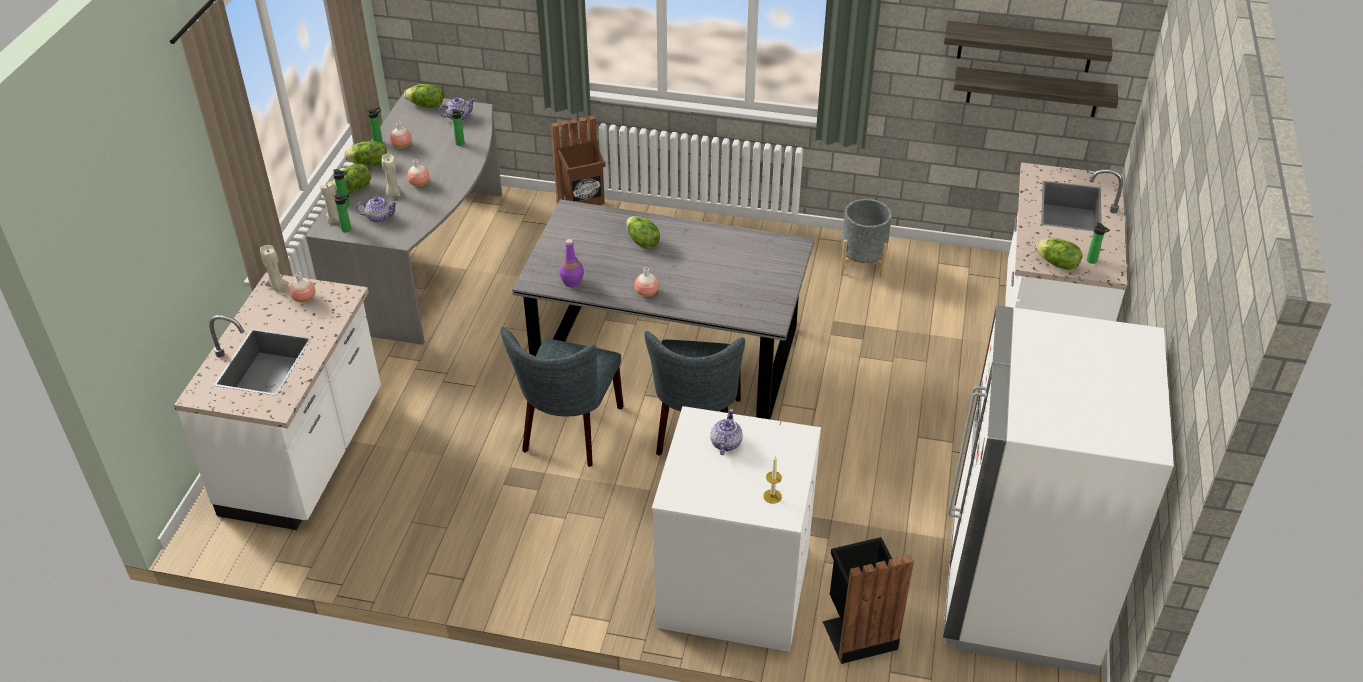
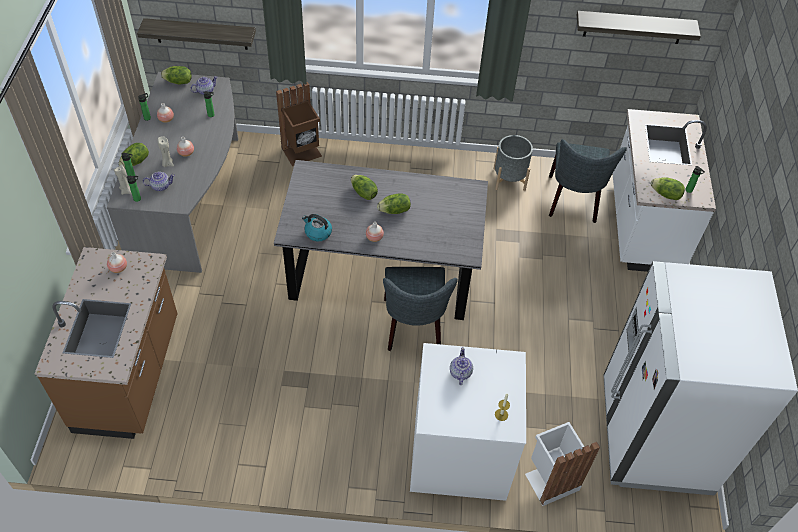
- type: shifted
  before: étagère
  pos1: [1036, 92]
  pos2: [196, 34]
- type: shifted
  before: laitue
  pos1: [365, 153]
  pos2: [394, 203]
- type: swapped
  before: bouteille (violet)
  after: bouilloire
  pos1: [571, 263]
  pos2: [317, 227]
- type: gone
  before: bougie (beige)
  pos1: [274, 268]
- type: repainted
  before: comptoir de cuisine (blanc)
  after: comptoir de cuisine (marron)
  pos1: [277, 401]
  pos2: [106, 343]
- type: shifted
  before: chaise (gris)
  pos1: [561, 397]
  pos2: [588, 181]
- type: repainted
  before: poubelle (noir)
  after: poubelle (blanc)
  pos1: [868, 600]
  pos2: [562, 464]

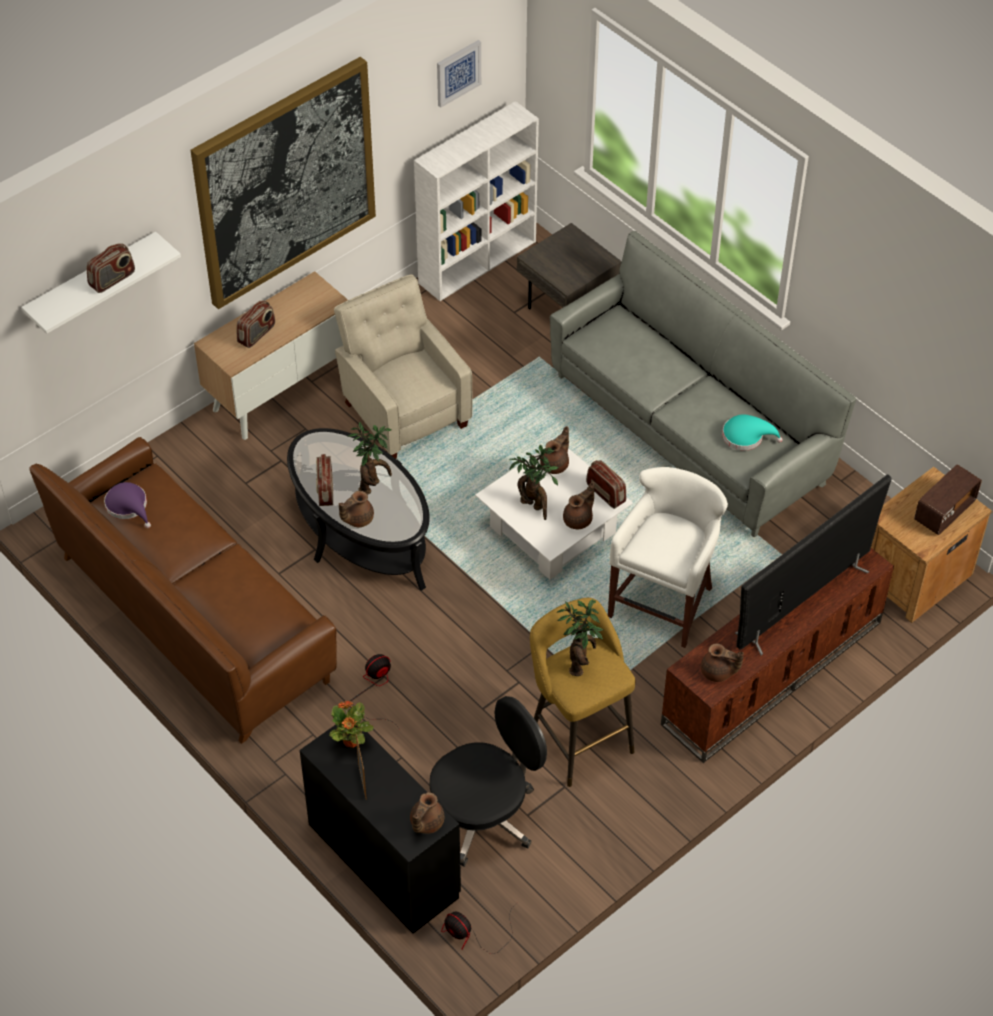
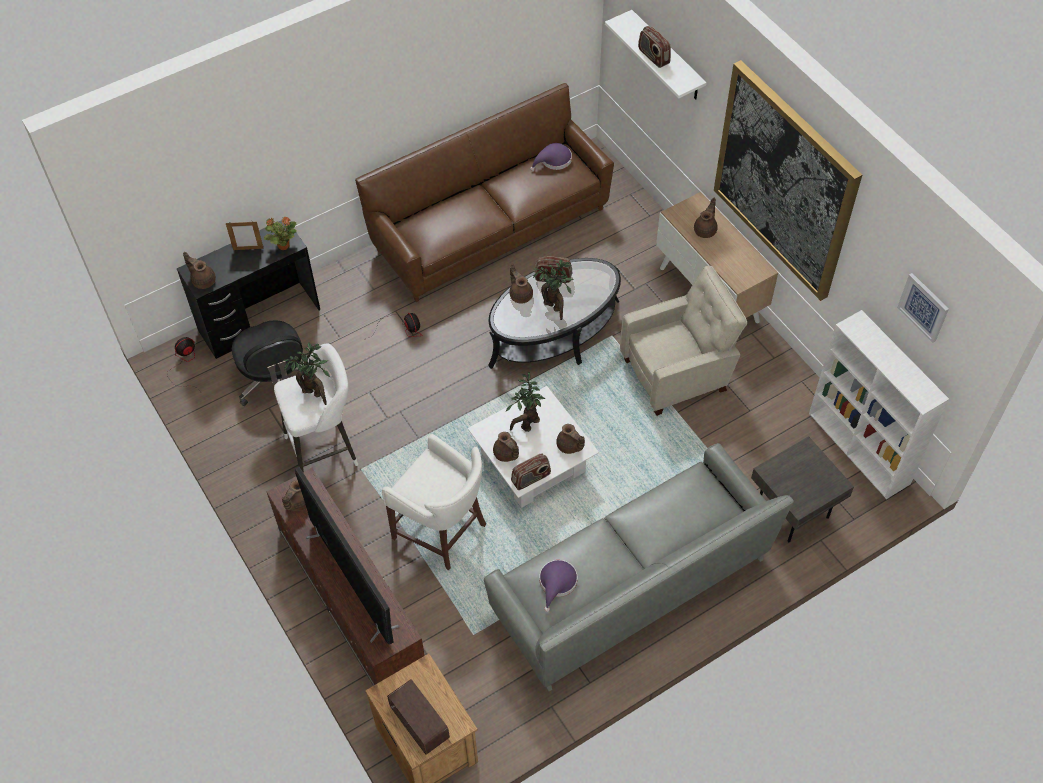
- type: swapped
  before: radio
  after: théière (marron)
  pos1: [256, 324]
  pos2: [706, 218]
- type: repainted
  before: chapeau (turquoise)
  after: chapeau (violet)
  pos1: [752, 432]
  pos2: [558, 586]
- type: repainted
  before: tabouret (jaune)
  after: tabouret (blanc)
  pos1: [582, 692]
  pos2: [316, 408]

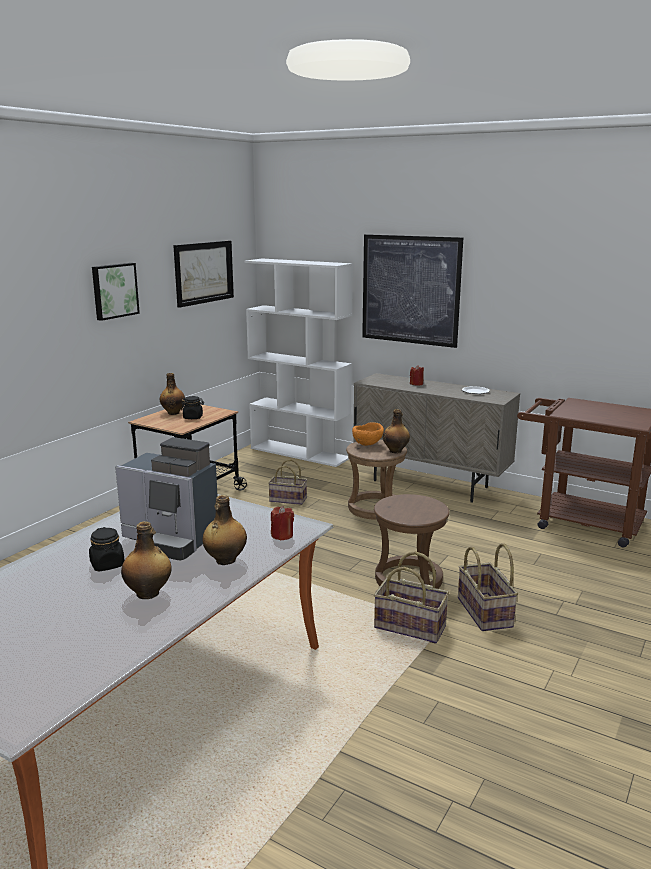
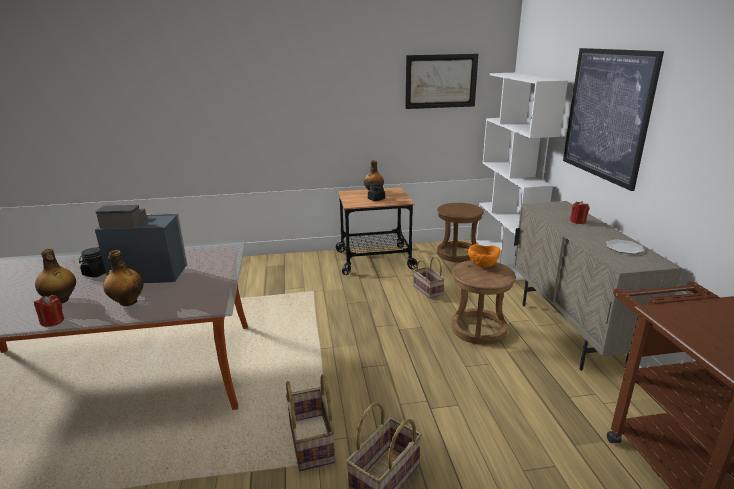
- type: gone
  before: tableau
  pos1: [116, 292]
- type: gone
  before: bouteille
  pos1: [396, 431]
- type: rotated
  before: machine à café
  pos1: [166, 498]
  pos2: [141, 244]
  turn: 105
- type: shifted
  before: tabouret (marron)
  pos1: [412, 541]
  pos2: [460, 233]
- type: shifted
  before: bougie (rouge)
  pos1: [282, 523]
  pos2: [49, 311]

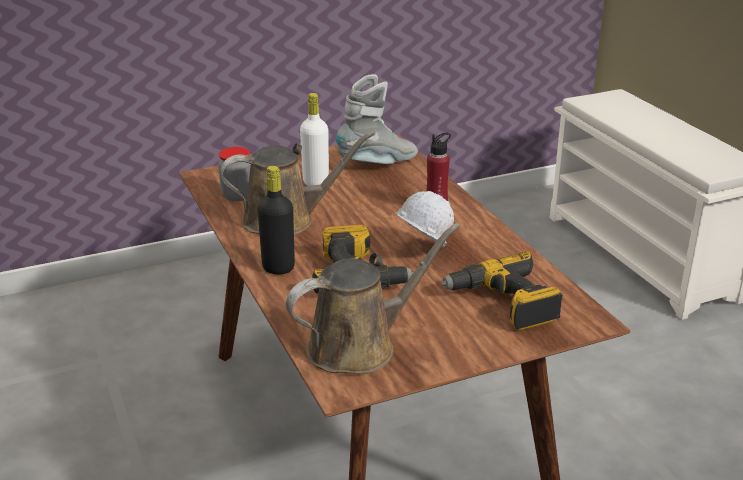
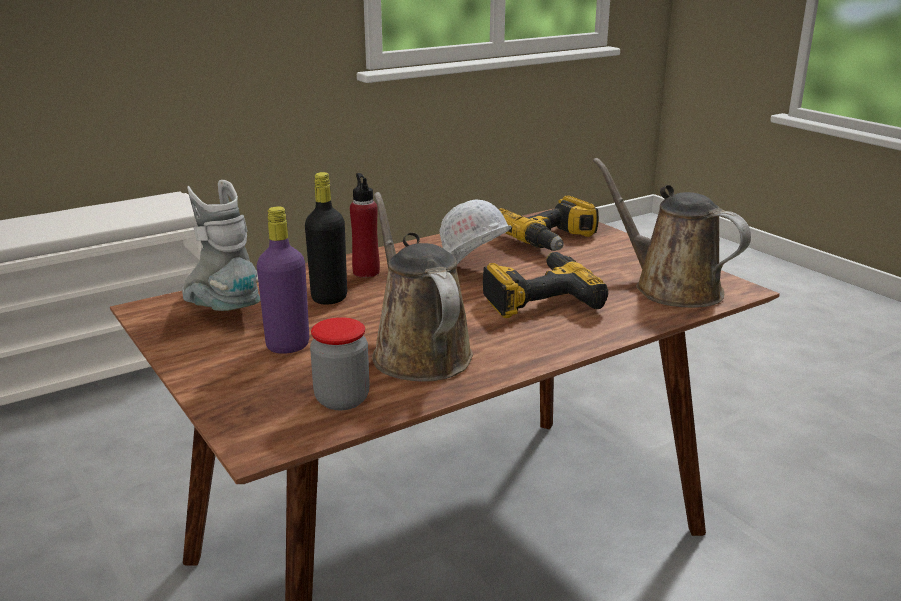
- type: repainted
  before: bouteille (blanc)
  after: bouteille (violet)
  pos1: [314, 139]
  pos2: [283, 280]
- type: shifted
  before: bouteille (noir)
  pos1: [276, 220]
  pos2: [326, 238]

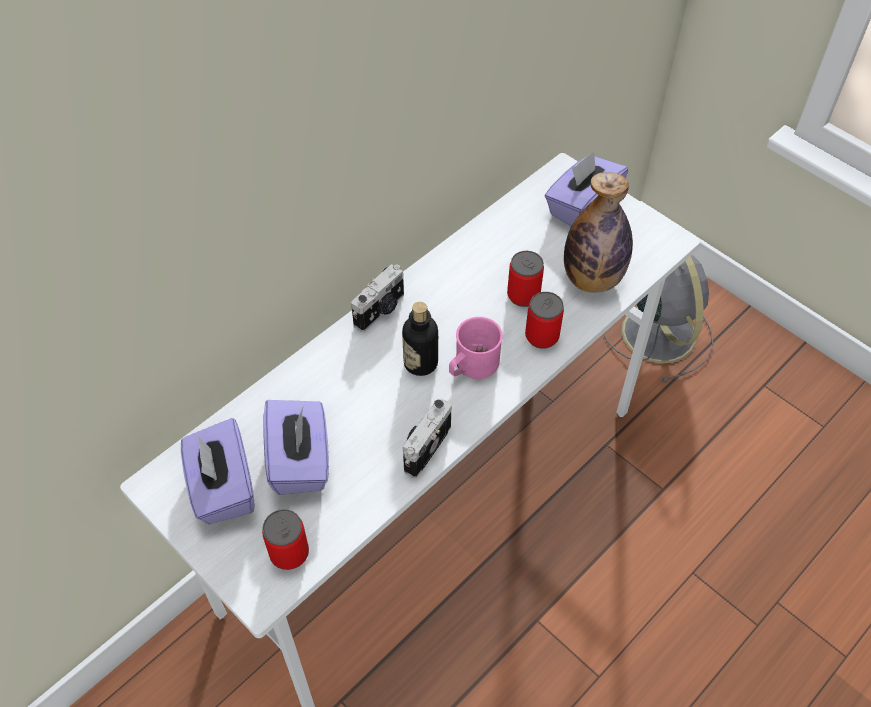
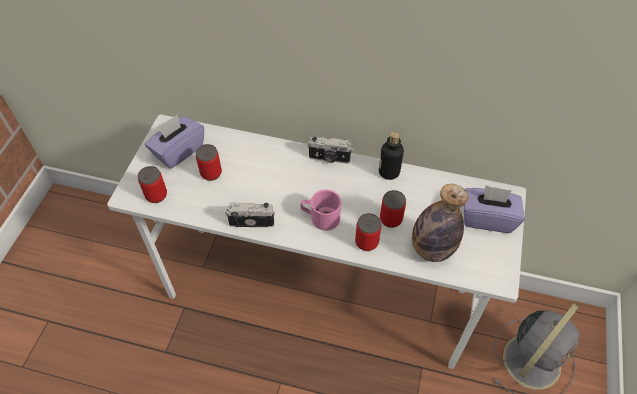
- type: shifted
  before: bouteille
  pos1: [420, 339]
  pos2: [391, 156]
- type: swapped
  before: boîte à mouchoirs (violet)
  after: boîte métallique
  pos1: [296, 447]
  pos2: [209, 162]

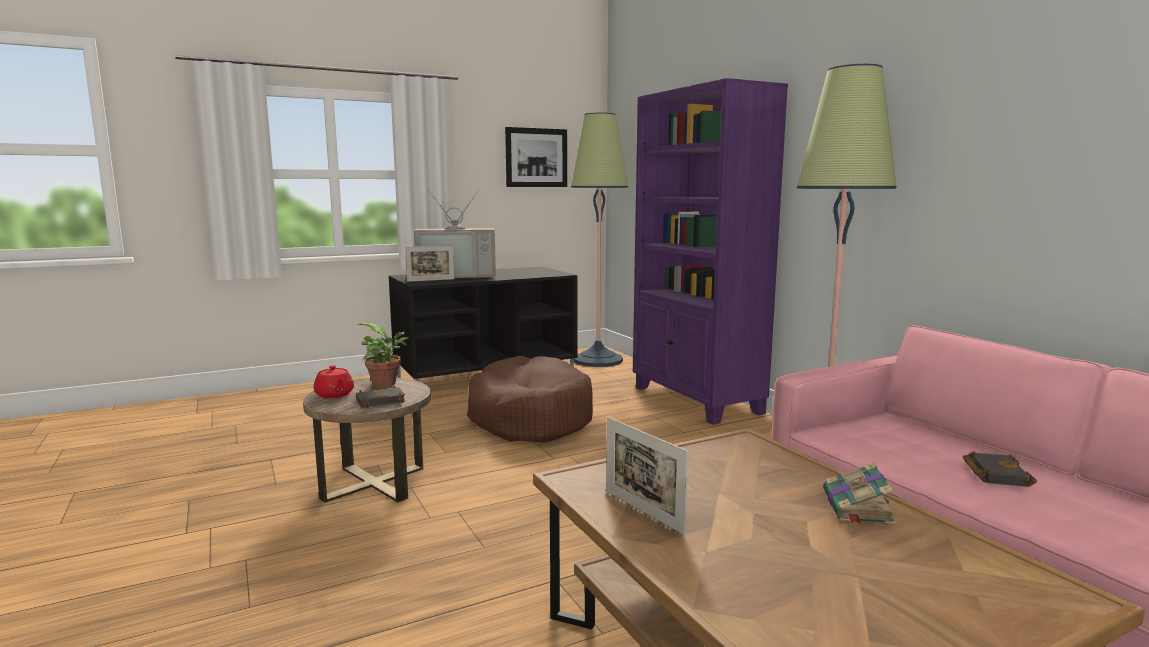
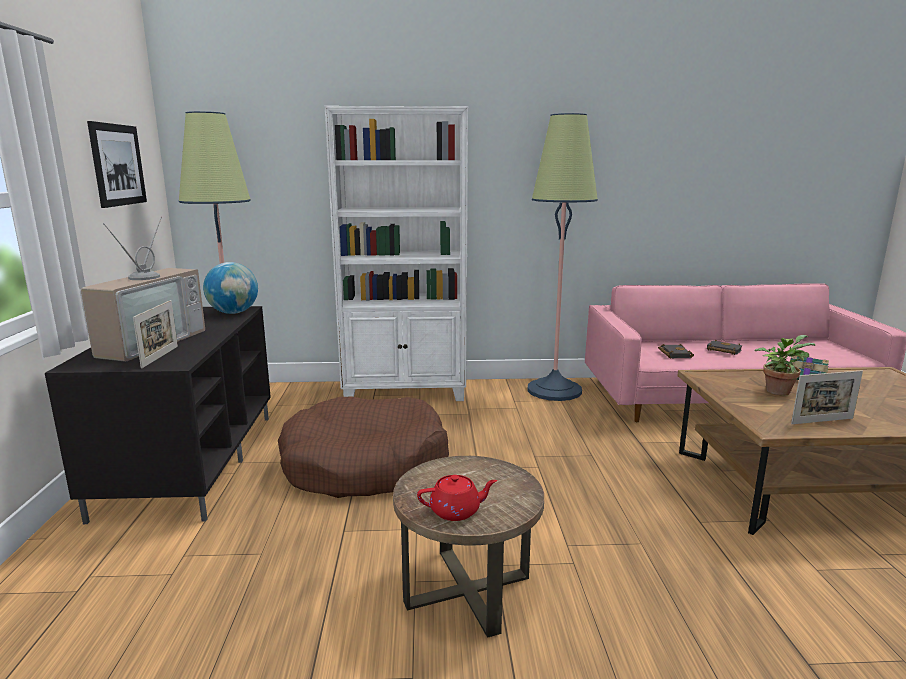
- type: repainted
  before: bibliothèque (violet)
  after: bibliothèque (blanc)
  pos1: [710, 251]
  pos2: [396, 253]
- type: shifted
  before: plante en pot
  pos1: [383, 355]
  pos2: [784, 365]
- type: shifted
  before: livre (noir)
  pos1: [381, 397]
  pos2: [676, 351]
- type: new
  after: globe
  pos2: [230, 288]

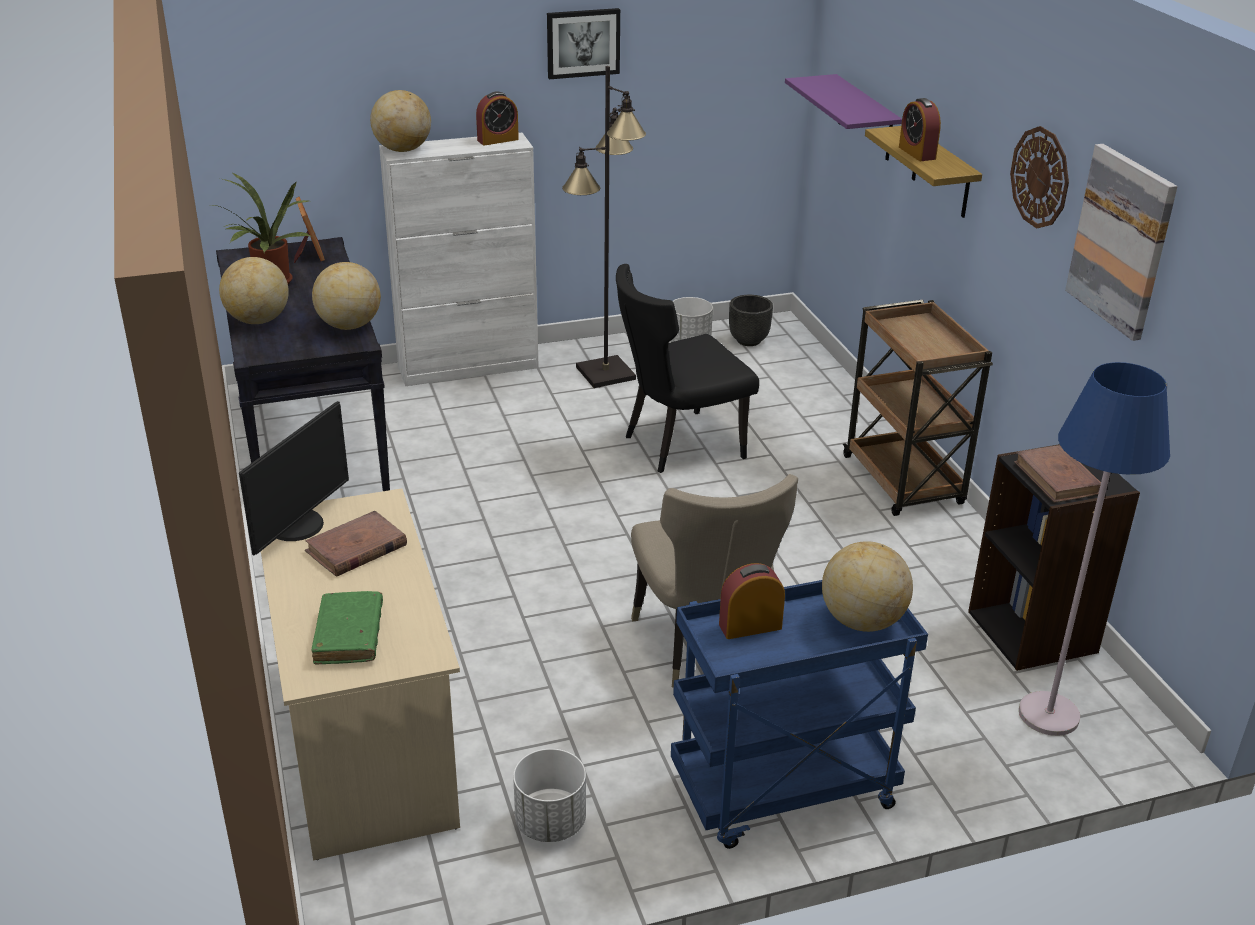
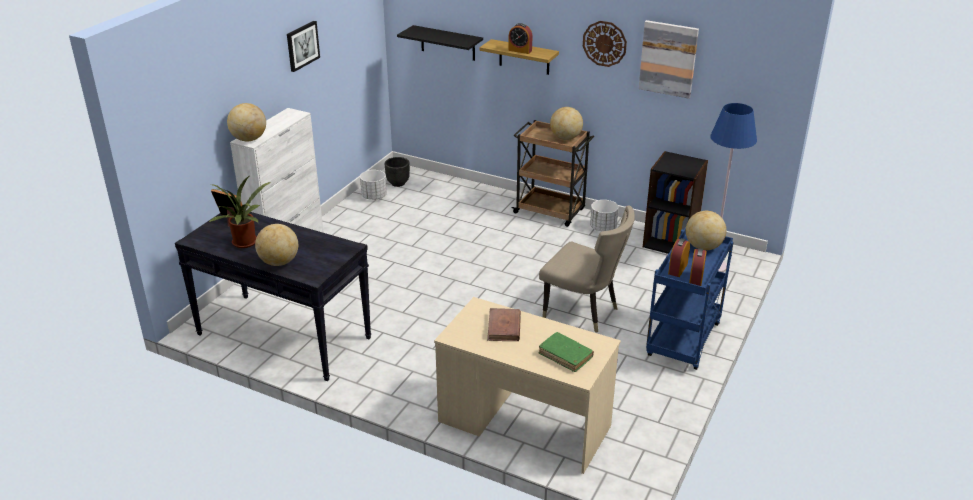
- type: gone
  before: lampadaire (noir)
  pos1: [604, 227]
- type: repainted
  before: étagère (violet)
  after: étagère (noir)
  pos1: [843, 117]
  pos2: [440, 43]
- type: shifted
  before: réveil
  pos1: [497, 118]
  pos2: [698, 267]
- type: shifted
  before: globe
  pos1: [346, 296]
  pos2: [566, 123]
- type: gone
  before: chaise (noir)
  pos1: [687, 368]
- type: gone
  before: écran d'ordinateur
  pos1: [294, 478]
- type: gone
  before: livre (marron)
  pos1: [1057, 474]
- type: shifted
  before: cache-pot (blanc)
  pos1: [549, 795]
  pos2: [604, 215]

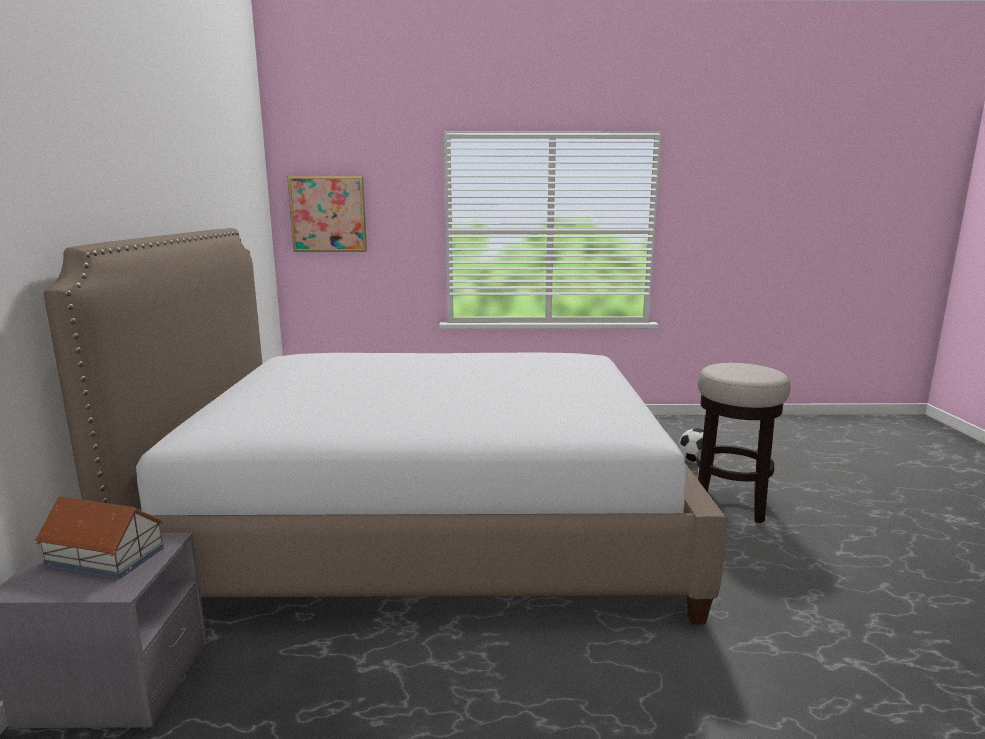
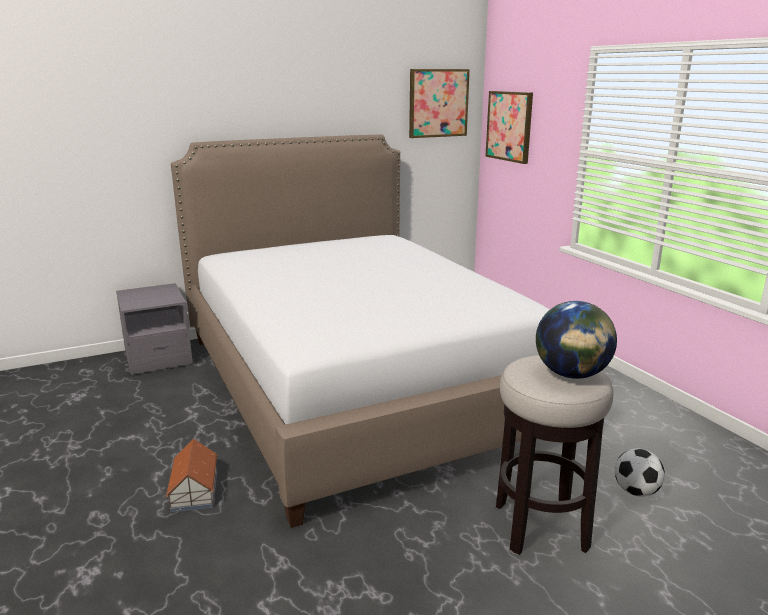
- type: shifted
  before: maison miniature
  pos1: [99, 538]
  pos2: [191, 475]
- type: new
  after: tableau
  pos2: [439, 103]
- type: new
  after: globe
  pos2: [576, 340]

